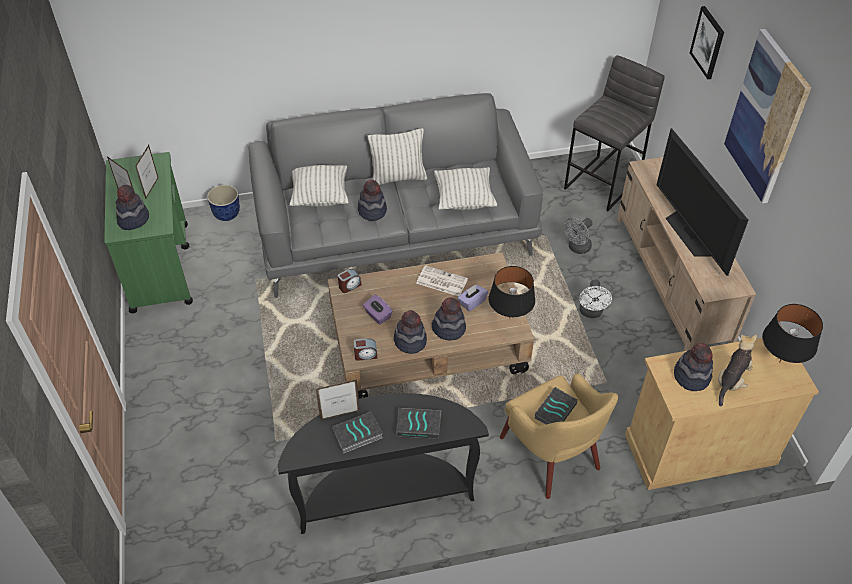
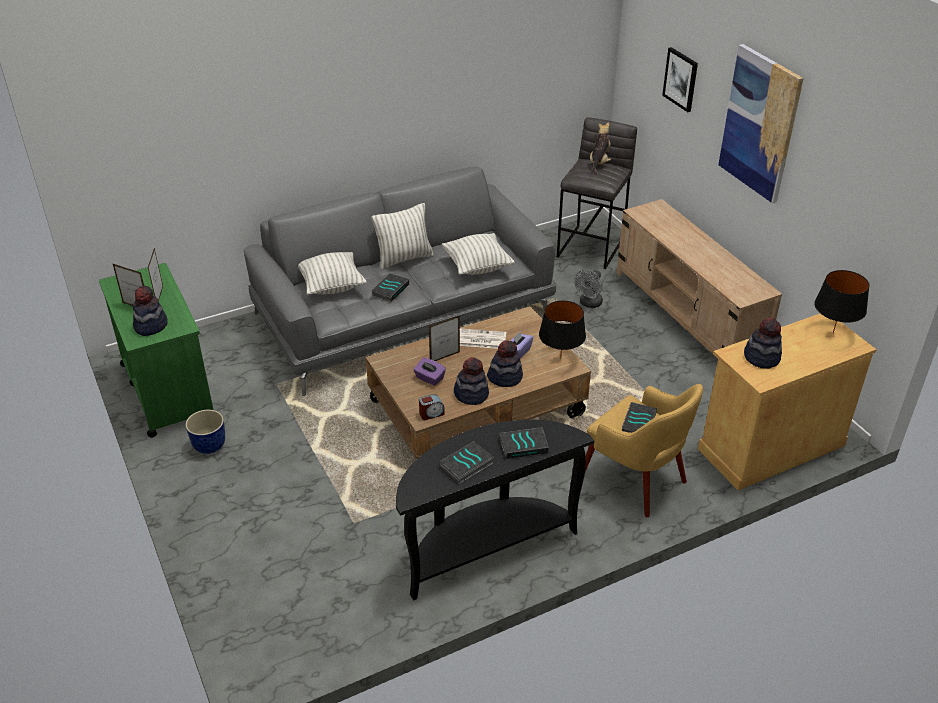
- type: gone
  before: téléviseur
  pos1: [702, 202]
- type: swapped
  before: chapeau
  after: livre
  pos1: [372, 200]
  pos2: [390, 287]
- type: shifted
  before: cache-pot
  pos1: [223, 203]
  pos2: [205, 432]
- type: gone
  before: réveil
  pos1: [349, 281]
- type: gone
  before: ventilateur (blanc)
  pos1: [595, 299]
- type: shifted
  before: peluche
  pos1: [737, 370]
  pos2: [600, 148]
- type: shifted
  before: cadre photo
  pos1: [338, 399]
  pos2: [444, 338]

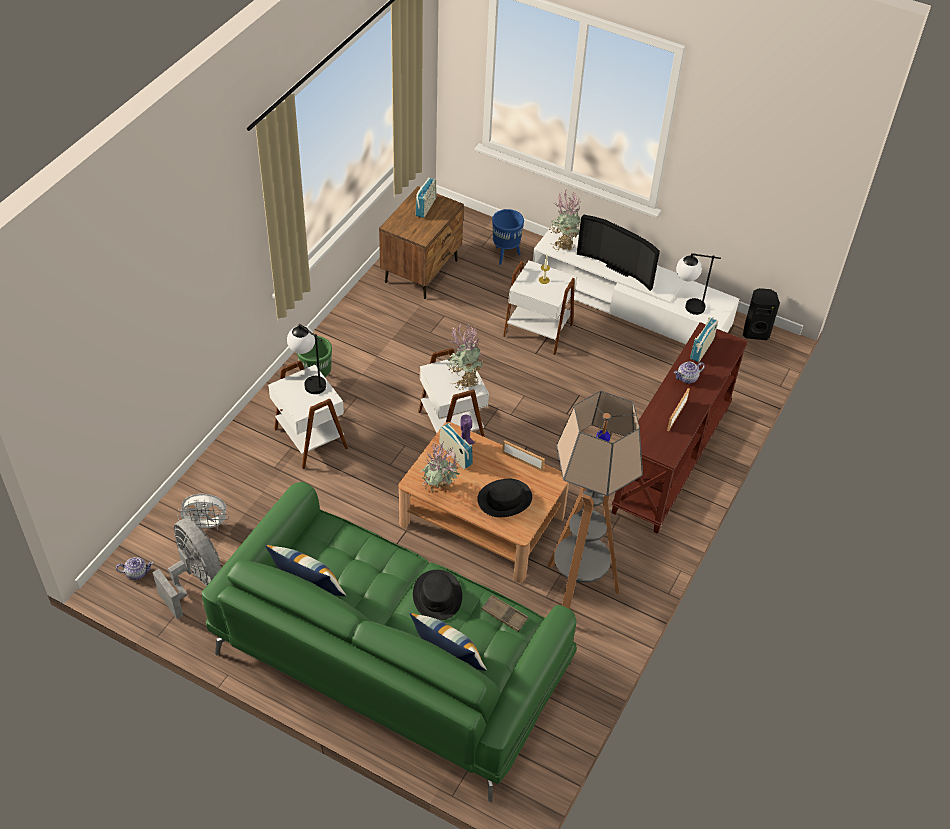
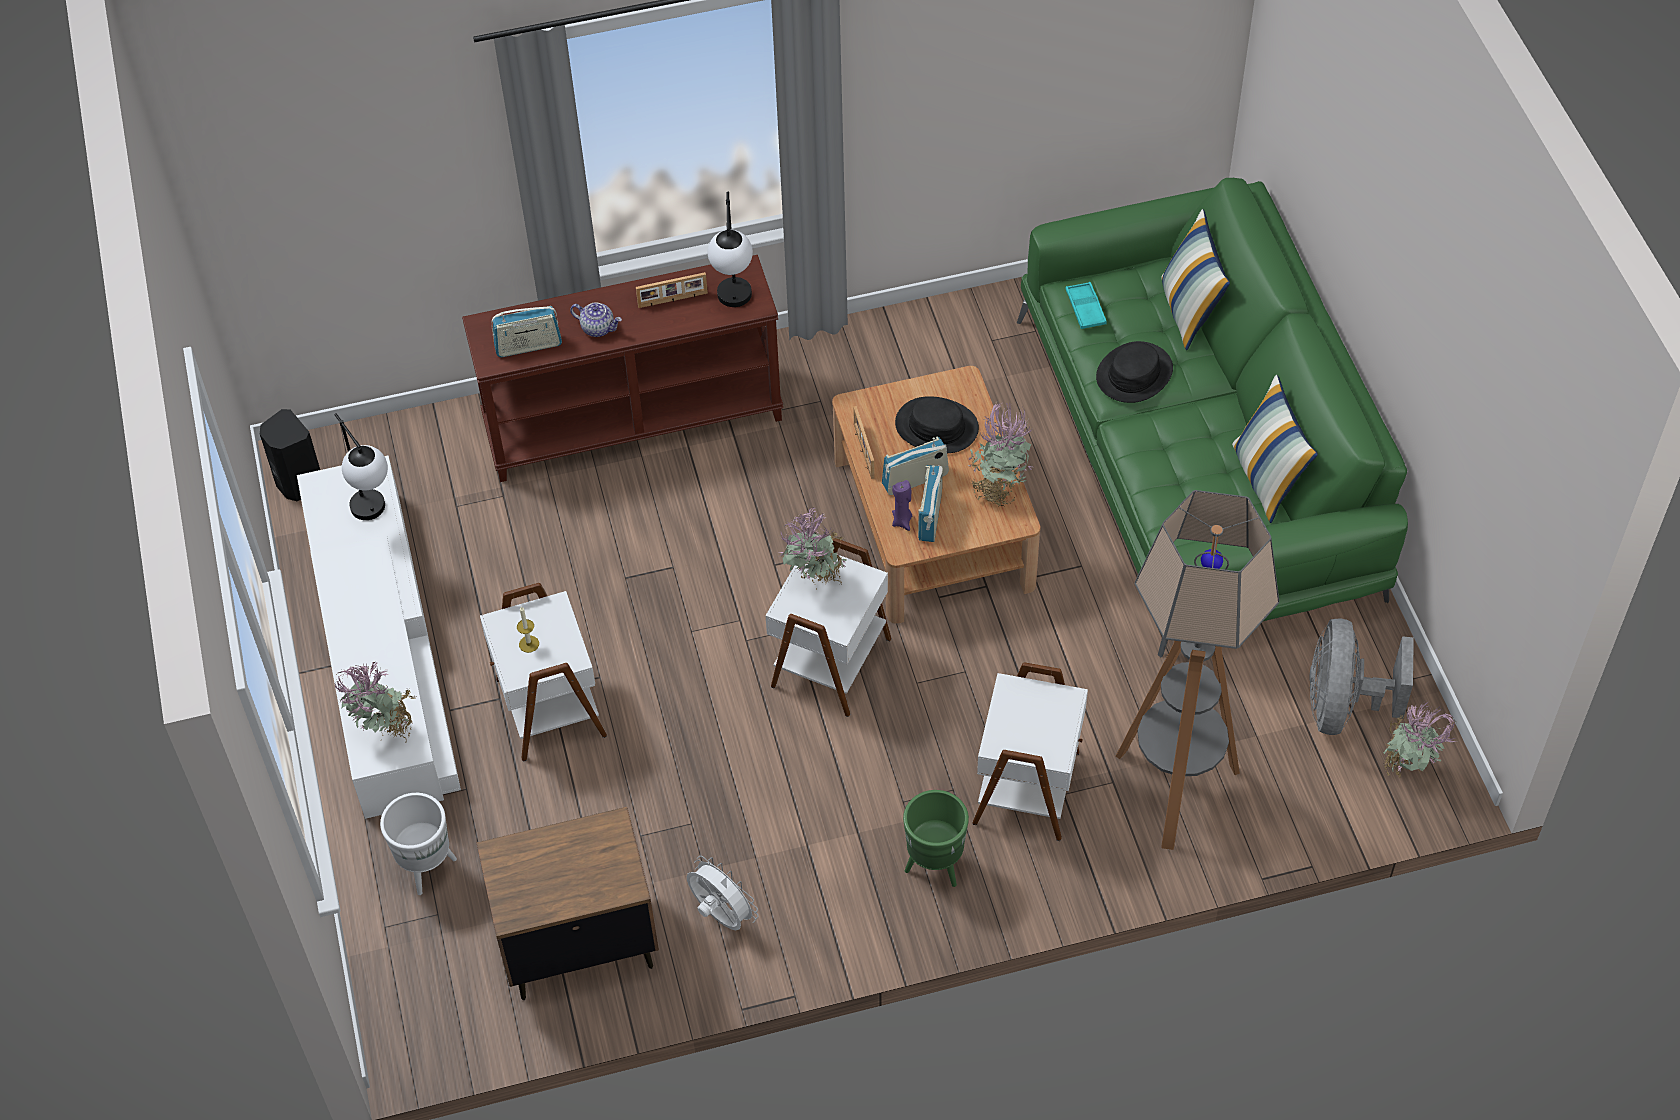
- type: shifted
  before: radio
  pos1: [426, 198]
  pos2: [915, 466]
- type: repainted
  before: cache-pot (bleu)
  after: cache-pot (blanc)
  pos1: [508, 237]
  pos2: [418, 844]
- type: gone
  before: téléviseur
  pos1: [618, 253]
- type: shifted
  before: lampe de table
  pos1: [306, 359]
  pos2: [730, 249]
- type: shifted
  before: lampadaire
  pos1: [595, 500]
  pos2: [1197, 670]
- type: shifted
  before: ventilateur (blanc)
  pos1: [203, 512]
  pos2: [723, 893]
- type: swapped
  before: théière
  after: plante en pot
  pos1: [135, 568]
  pos2: [1420, 740]
- type: repainted
  before: plateau (marron)
  after: plateau (turquoise)
  pos1: [504, 613]
  pos2: [1086, 305]

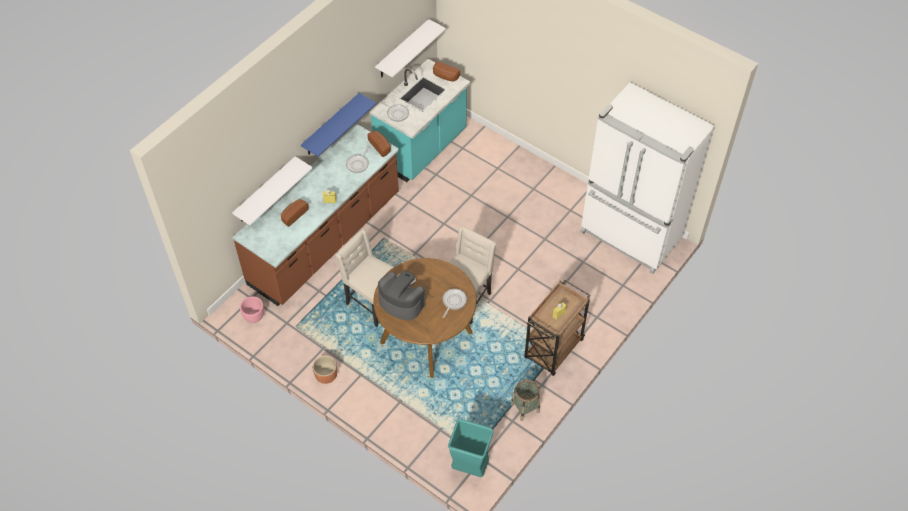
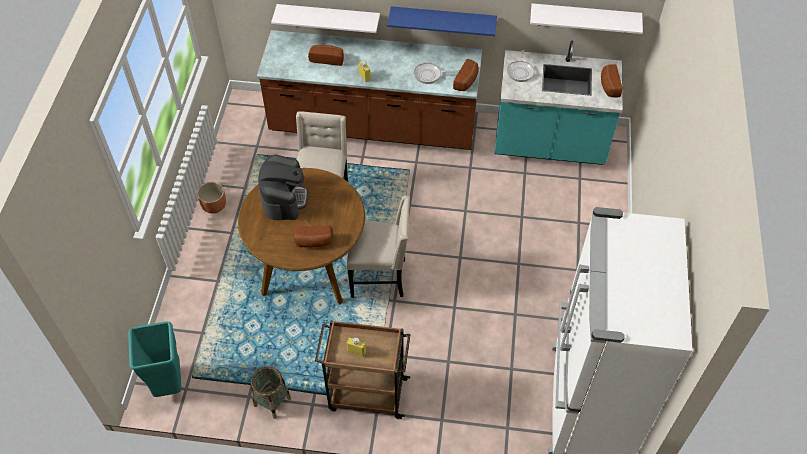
- type: swapped
  before: poêle
  after: pain
  pos1: [454, 303]
  pos2: [313, 237]
- type: gone
  before: cache-pot (rose)
  pos1: [252, 309]

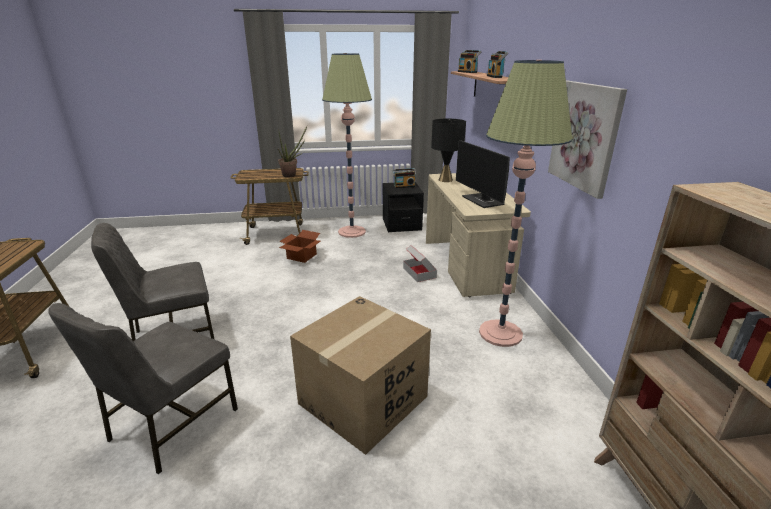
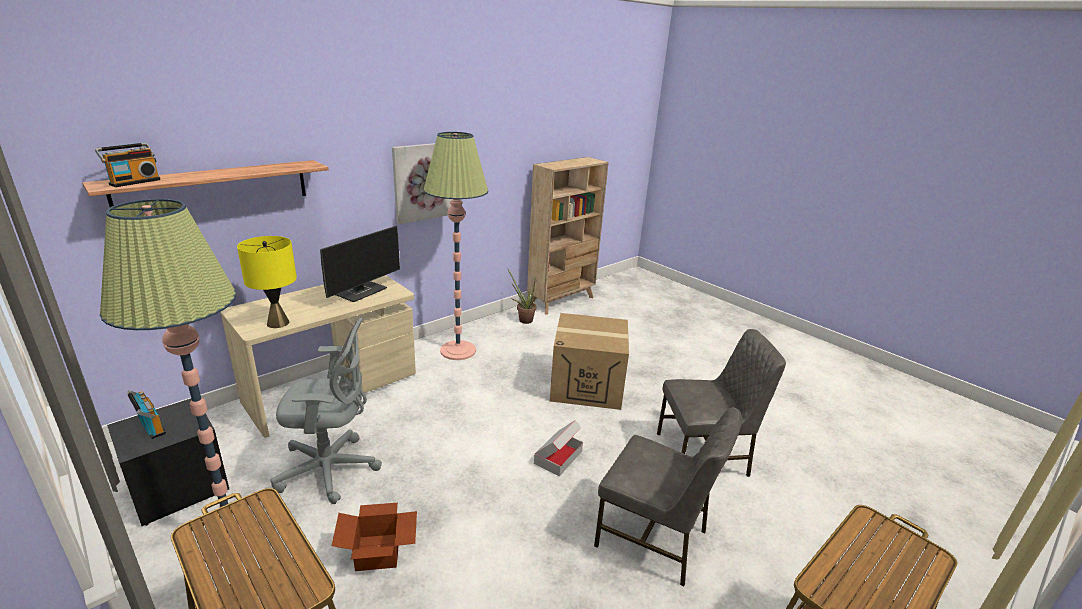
- type: gone
  before: radio
  pos1: [497, 64]
- type: repainted
  before: lampe de table (noir)
  after: lampe de table (jaune)
  pos1: [448, 150]
  pos2: [267, 282]
- type: shifted
  before: plante en pot
  pos1: [292, 152]
  pos2: [522, 296]
- type: shifted
  before: carton
  pos1: [420, 263]
  pos2: [558, 448]
- type: new
  after: chaise de bureau (gris)
  pos2: [326, 411]

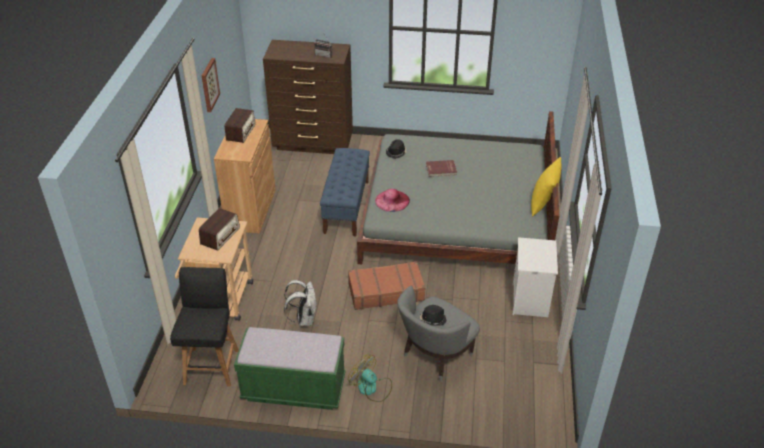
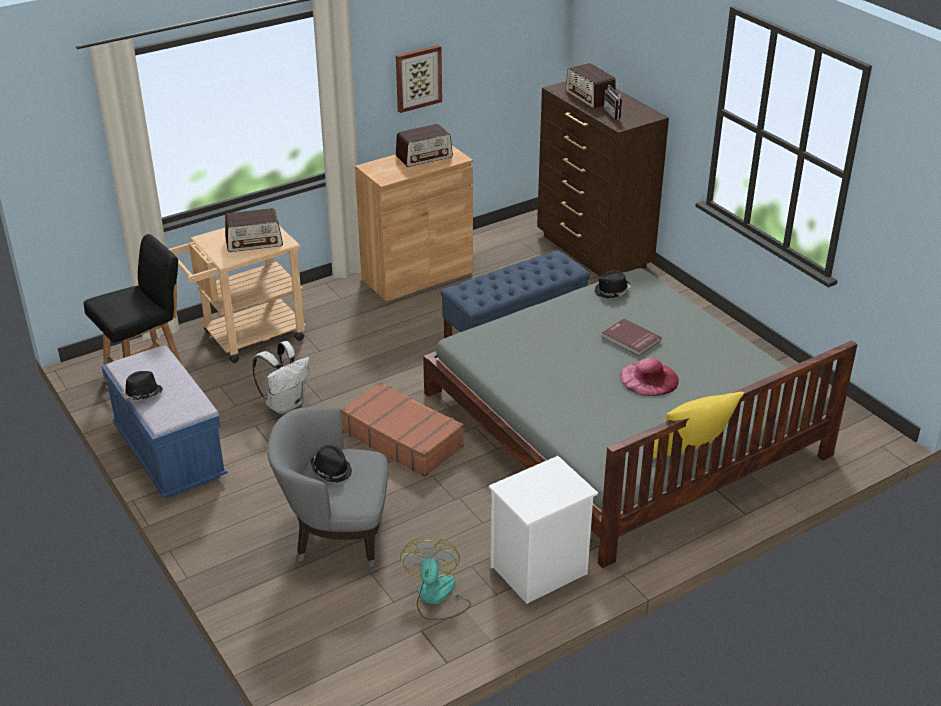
- type: shifted
  before: chapeau (rose)
  pos1: [392, 200]
  pos2: [649, 377]
- type: repainted
  before: banc (vert)
  after: banc (bleu)
  pos1: [290, 368]
  pos2: [165, 422]
- type: shifted
  before: ventilateur
  pos1: [370, 378]
  pos2: [435, 578]
- type: new
  after: radio
  pos2: [591, 85]
- type: new
  after: chapeau (noir)
  pos2: [143, 385]

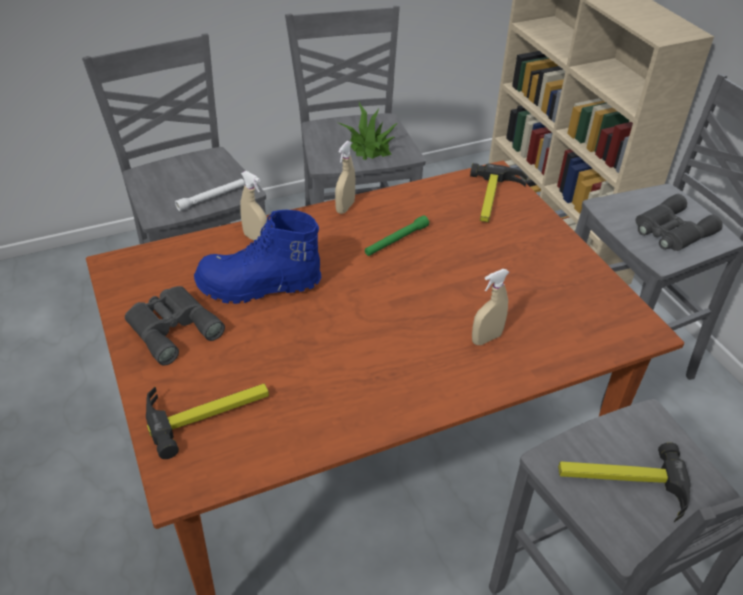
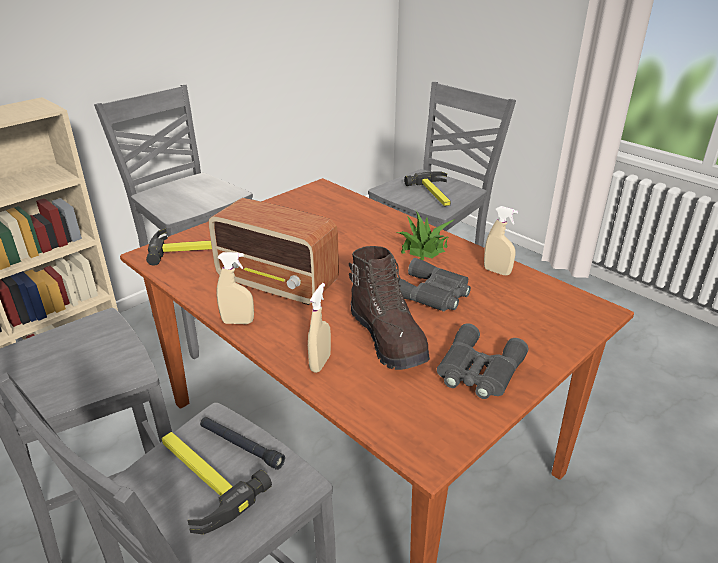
- type: shifted
  before: plante en pot
  pos1: [366, 131]
  pos2: [426, 235]
- type: repainted
  before: lampe de poche (blanc)
  after: lampe de poche (noir)
  pos1: [210, 195]
  pos2: [242, 443]
- type: shifted
  before: jumelles (gris)
  pos1: [679, 222]
  pos2: [434, 285]
- type: repainted
  before: botte (bleu)
  after: botte (marron)
  pos1: [257, 257]
  pos2: [389, 308]
- type: swapped
  before: lampe de poche (vert)
  after: radio
  pos1: [397, 235]
  pos2: [274, 251]
- type: shifted
  before: vaporisateur (beige)
  pos1: [490, 307]
  pos2: [501, 240]
- type: shifted
  before: marteau
  pos1: [207, 421]
  pos2: [217, 483]

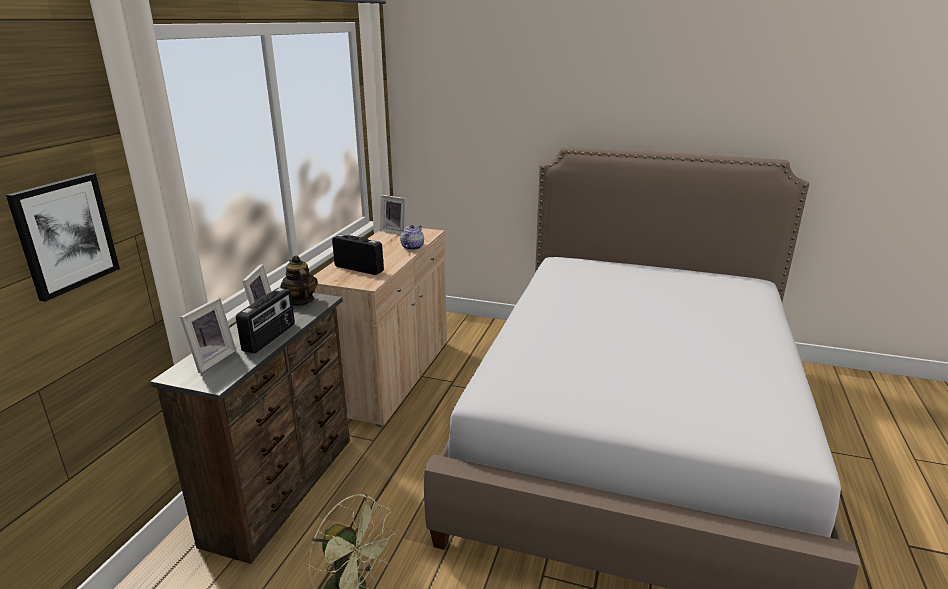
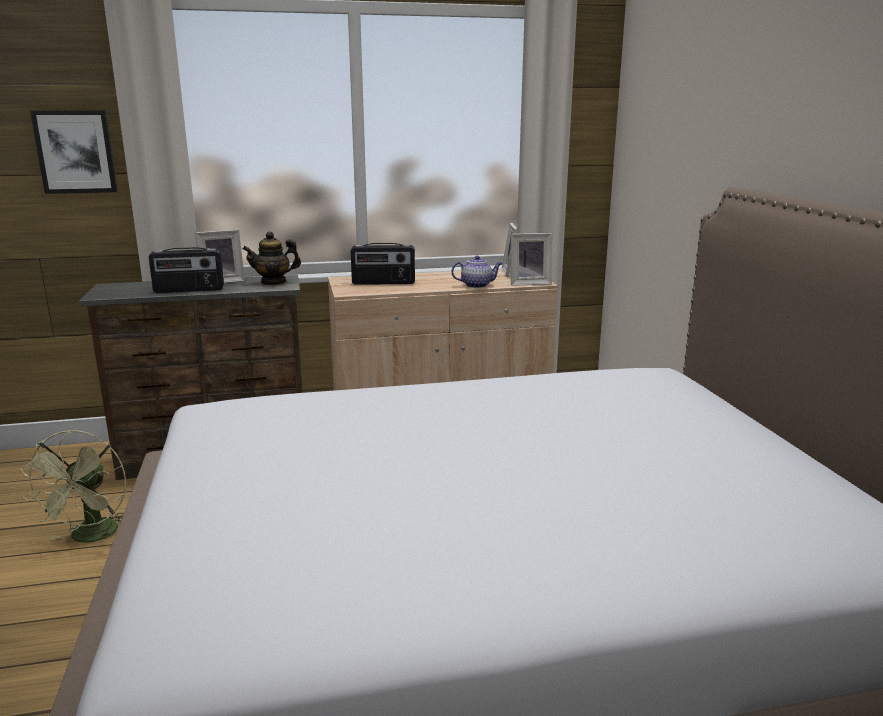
- type: rotated
  before: radio
  pos1: [358, 255]
  pos2: [383, 264]
  turn: 90
- type: rotated
  before: théière
  pos1: [299, 280]
  pos2: [272, 258]
  turn: -135
- type: shifted
  before: cadre photo
  pos1: [208, 335]
  pos2: [531, 259]

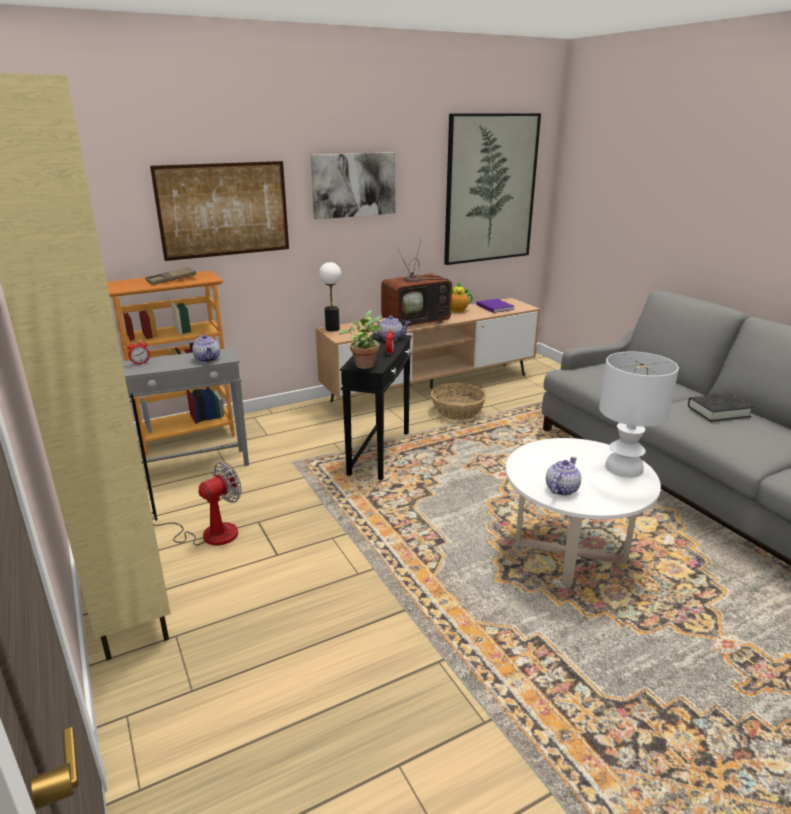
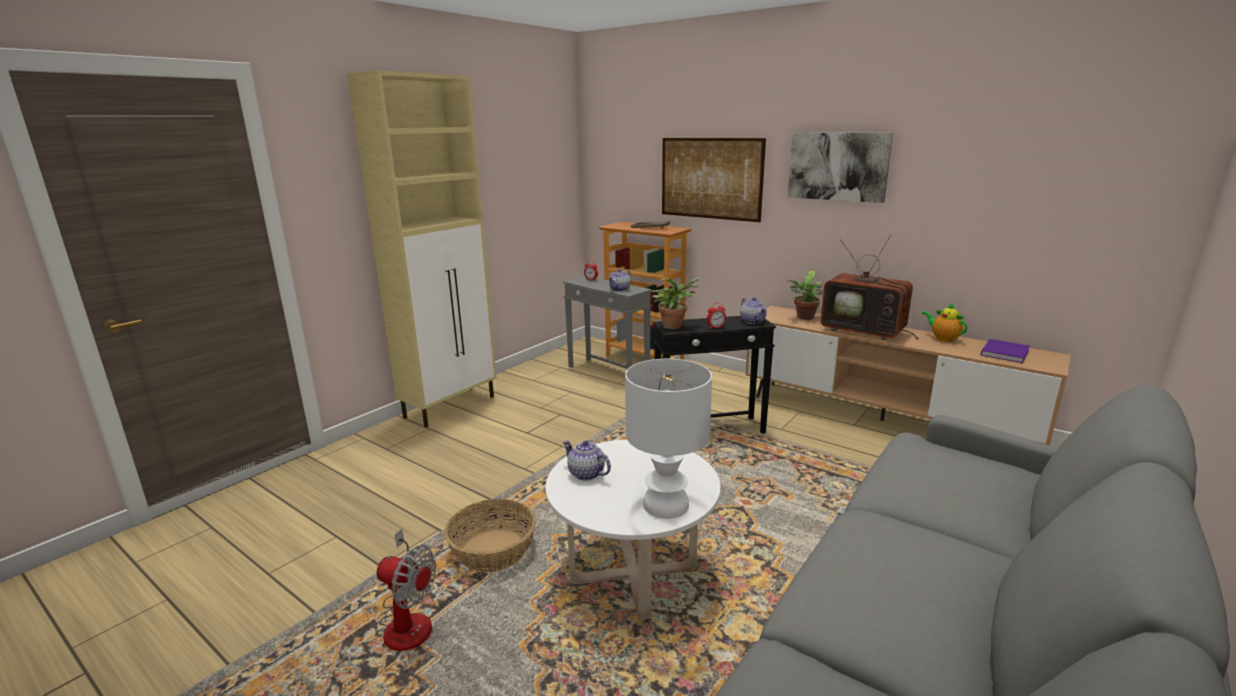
- type: gone
  before: tableau
  pos1: [492, 189]
- type: gone
  before: lampe de table
  pos1: [330, 296]
- type: shifted
  before: panier
  pos1: [458, 401]
  pos2: [490, 535]
- type: gone
  before: livre (noir)
  pos1: [720, 407]
- type: rotated
  before: théière
  pos1: [563, 476]
  pos2: [587, 460]
  turn: -150
- type: shifted
  before: ventilateur
  pos1: [197, 504]
  pos2: [407, 589]
- type: new
  after: plante en pot
  pos2: [805, 295]

